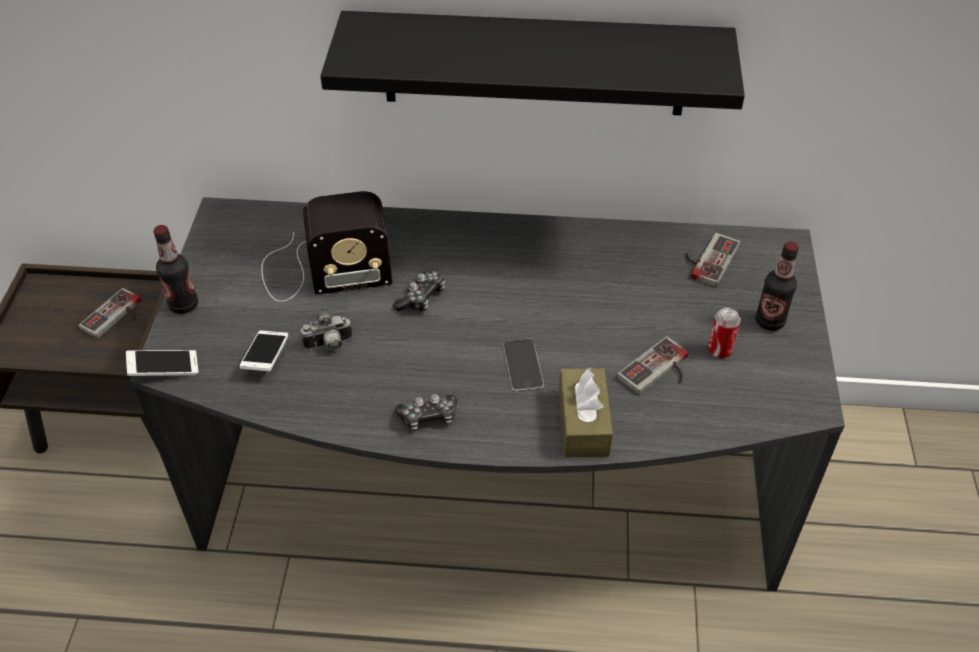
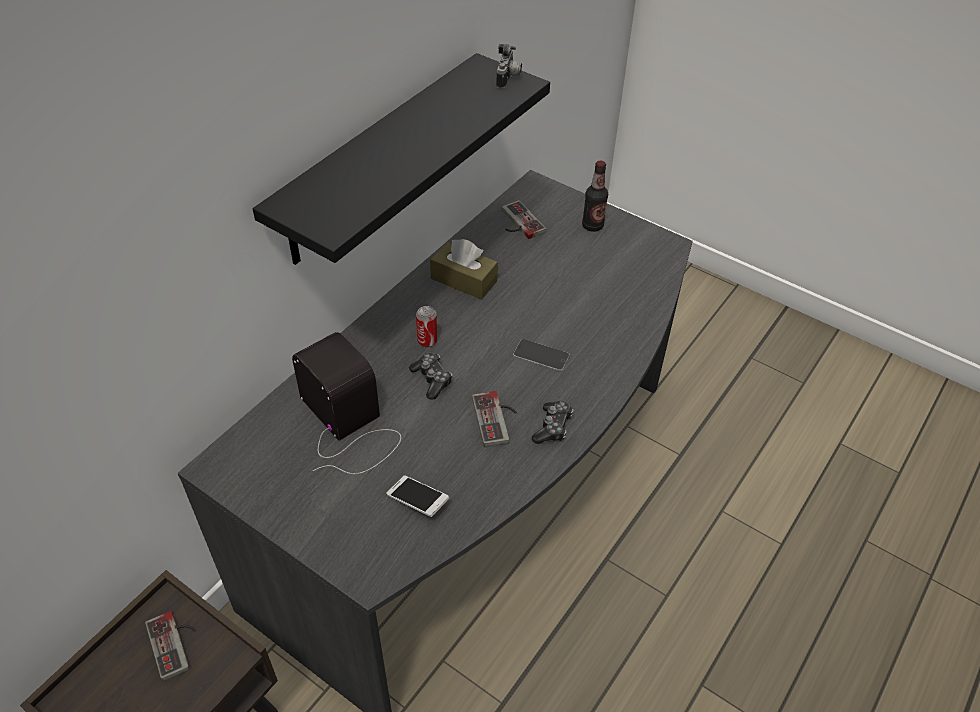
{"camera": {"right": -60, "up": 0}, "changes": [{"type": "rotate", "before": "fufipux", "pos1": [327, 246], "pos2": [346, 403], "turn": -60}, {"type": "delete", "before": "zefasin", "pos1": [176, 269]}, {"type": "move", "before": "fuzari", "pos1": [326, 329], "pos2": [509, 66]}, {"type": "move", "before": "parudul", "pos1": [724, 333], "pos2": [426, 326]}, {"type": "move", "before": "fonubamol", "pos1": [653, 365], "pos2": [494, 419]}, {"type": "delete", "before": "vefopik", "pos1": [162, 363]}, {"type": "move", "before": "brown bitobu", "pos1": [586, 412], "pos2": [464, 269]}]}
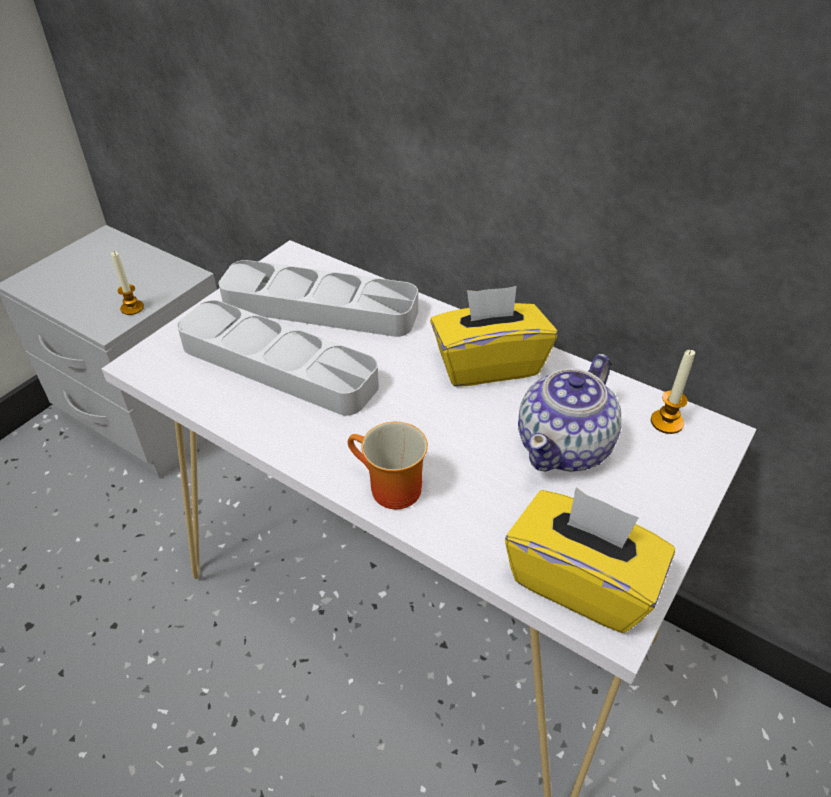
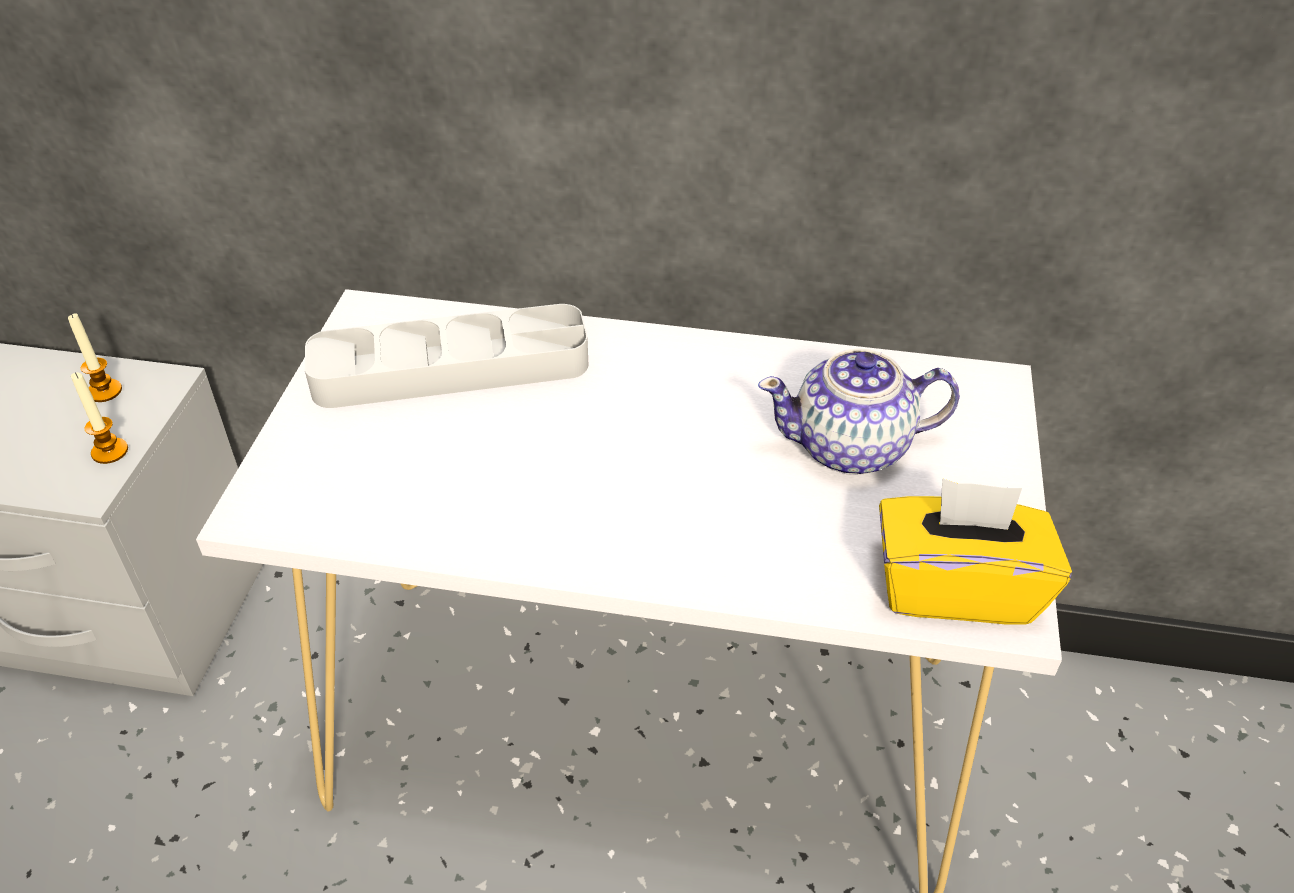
{"camera": {"right": -25, "up": 0}, "changes": [{"type": "delete", "before": "yellow bitobu", "pos1": [493, 336]}, {"type": "delete", "before": "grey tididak", "pos1": [278, 358]}, {"type": "move", "before": "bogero", "pos1": [673, 392], "pos2": [95, 357]}, {"type": "rotate", "before": "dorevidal", "pos1": [570, 413], "pos2": [859, 411], "turn": 75}, {"type": "delete", "before": "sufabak", "pos1": [388, 465]}]}
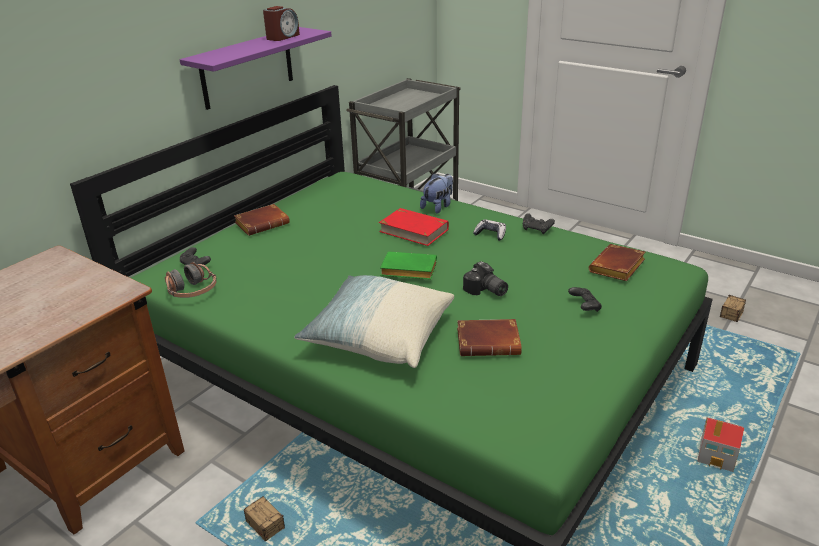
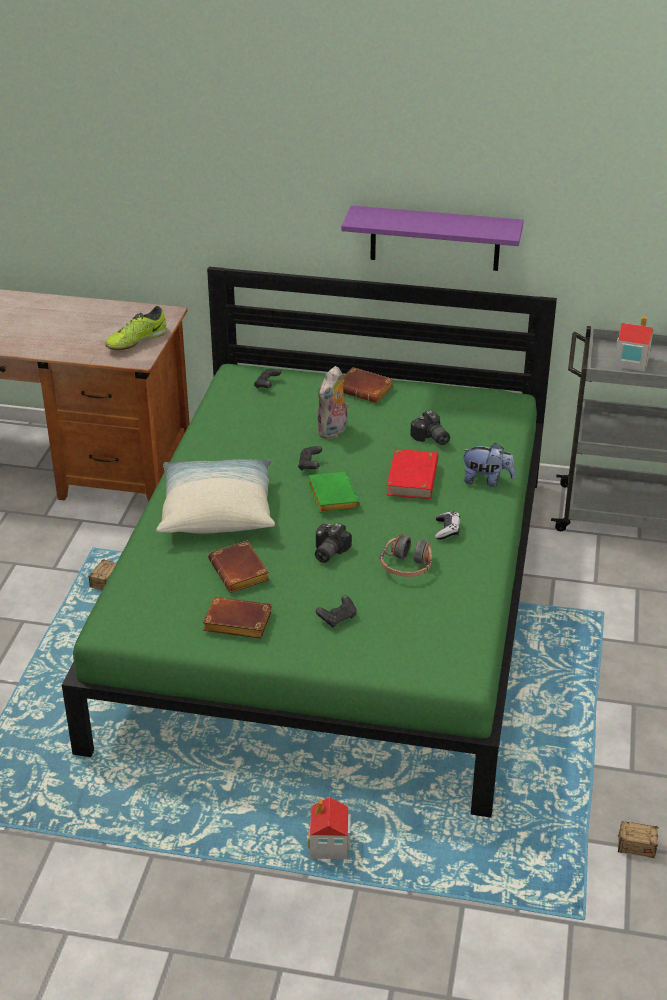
{"camera": {"right": 65, "up": 5}, "changes": [{"type": "delete", "before": "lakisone", "pos1": [281, 23]}, {"type": "move", "before": "black fonubamol", "pos1": [539, 223], "pos2": [310, 458]}, {"type": "move", "before": "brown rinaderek", "pos1": [617, 262], "pos2": [237, 617]}, {"type": "move", "before": "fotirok", "pos1": [191, 280], "pos2": [406, 555]}, {"type": "insert", "after": "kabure", "pos2": [136, 328]}, {"type": "insert", "after": "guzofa", "pos2": [633, 344]}, {"type": "insert", "after": "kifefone", "pos2": [333, 402]}, {"type": "insert", "after": "fuzari", "pos2": [430, 427]}]}
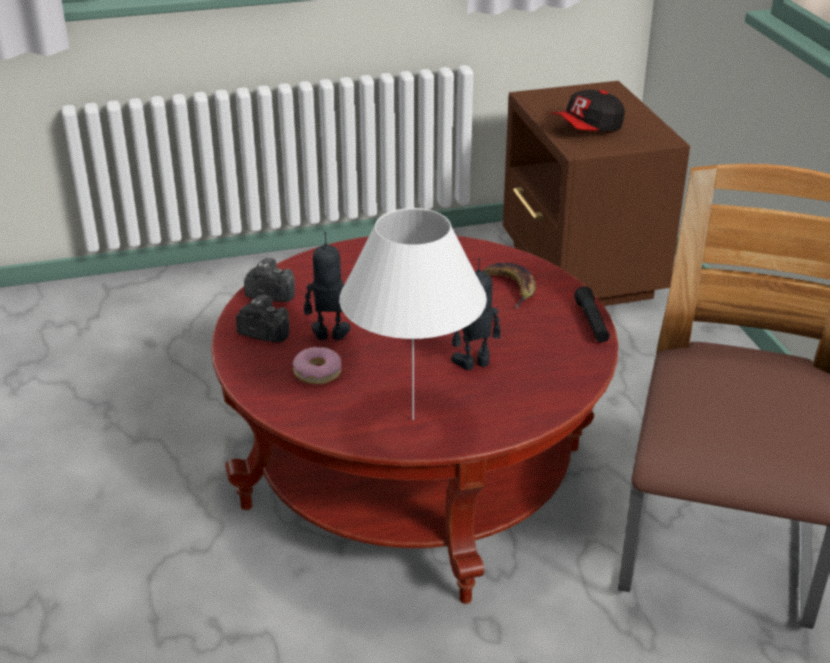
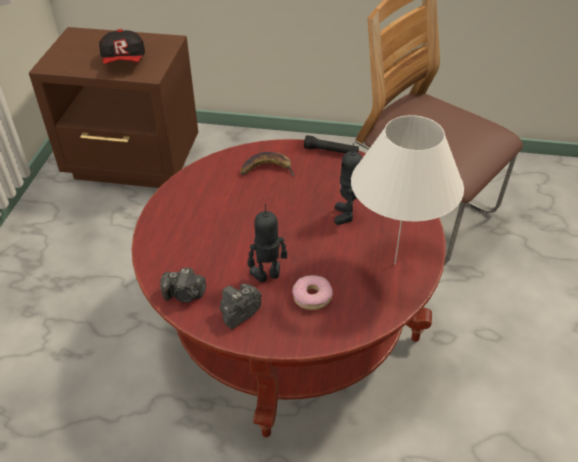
{"camera": {"right": -65, "up": 10}, "changes": [{"type": "rotate", "before": "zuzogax", "pos1": [327, 286], "pos2": [267, 243], "turn": 45}, {"type": "rotate", "before": "fuzari", "pos1": [269, 280], "pos2": [183, 285], "turn": -120}]}
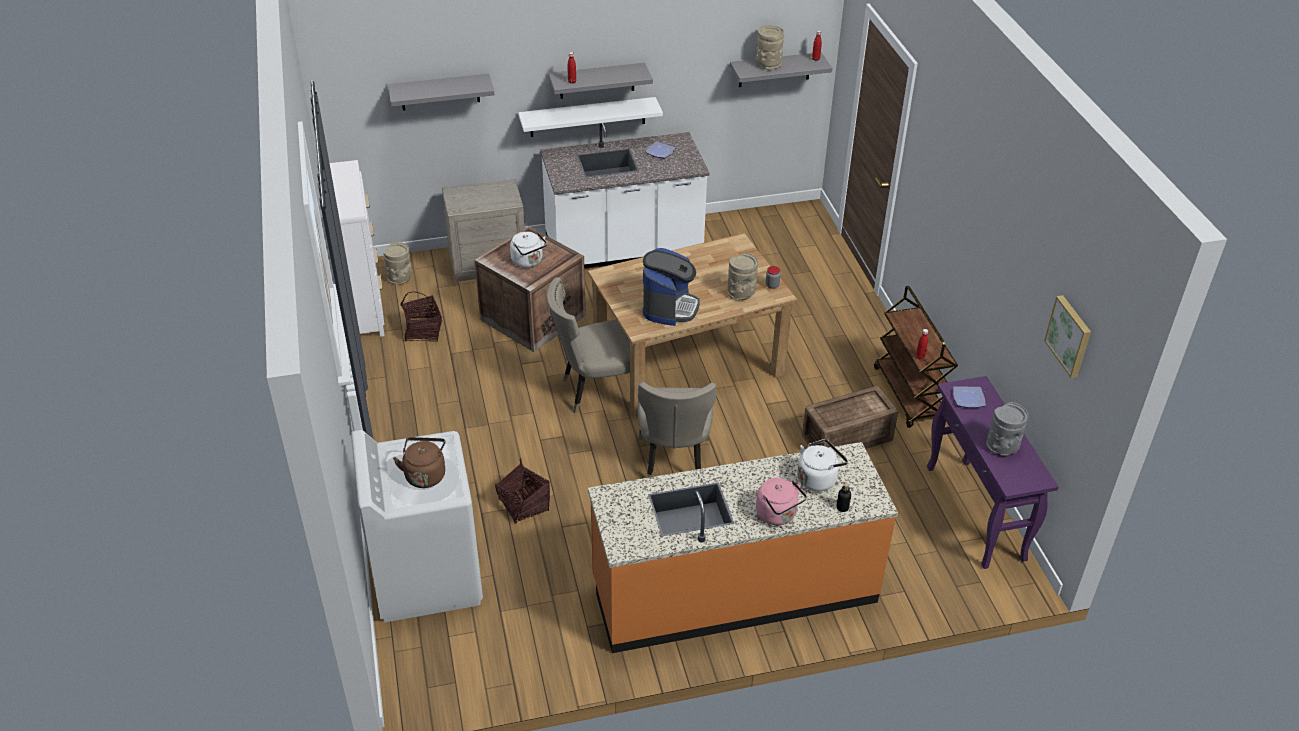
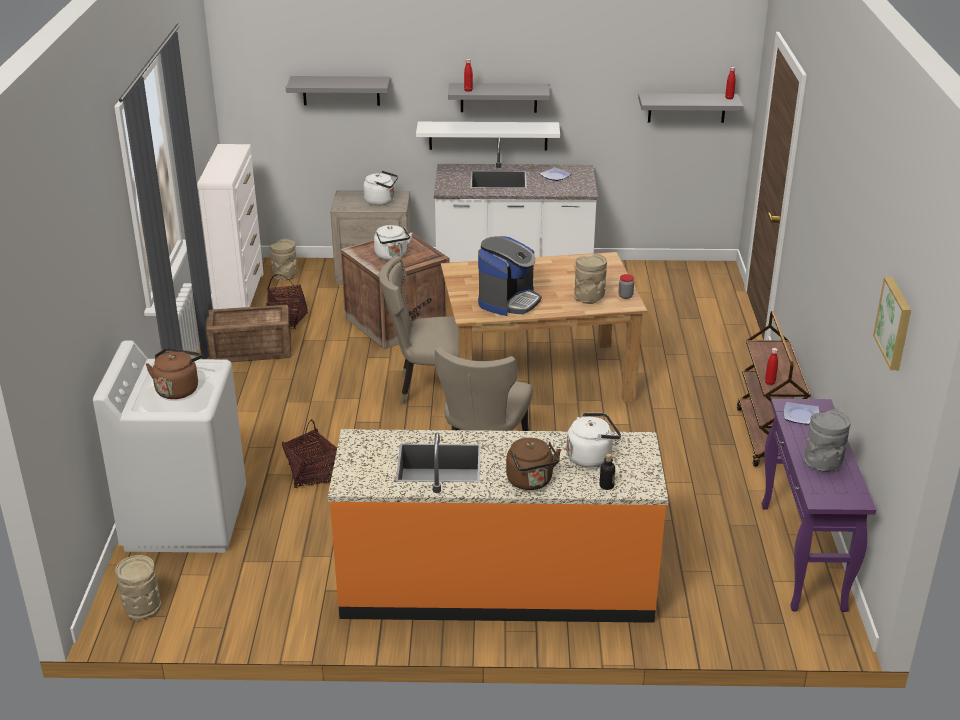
{"camera": {"right": 15, "up": -10}, "changes": [{"type": "move", "before": "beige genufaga", "pos1": [770, 48], "pos2": [138, 588]}, {"type": "move", "before": "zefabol", "pos1": [850, 417], "pos2": [249, 333]}, {"type": "recolor", "before": "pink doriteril", "after": "brown doriteril", "pos1": [781, 501], "pos2": [533, 464]}, {"type": "insert", "after": "white doriteril", "pos2": [380, 188]}]}
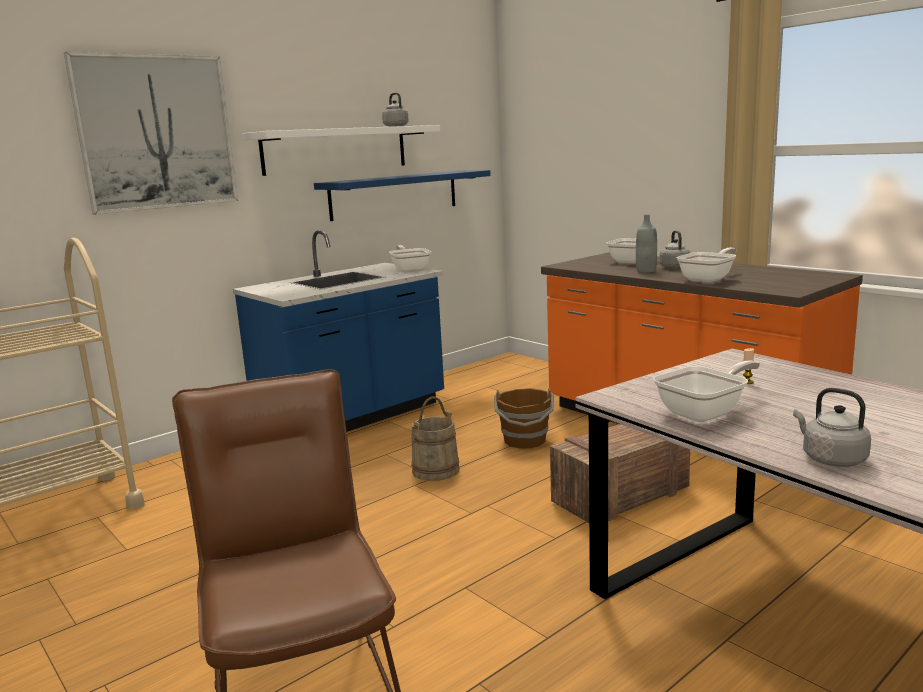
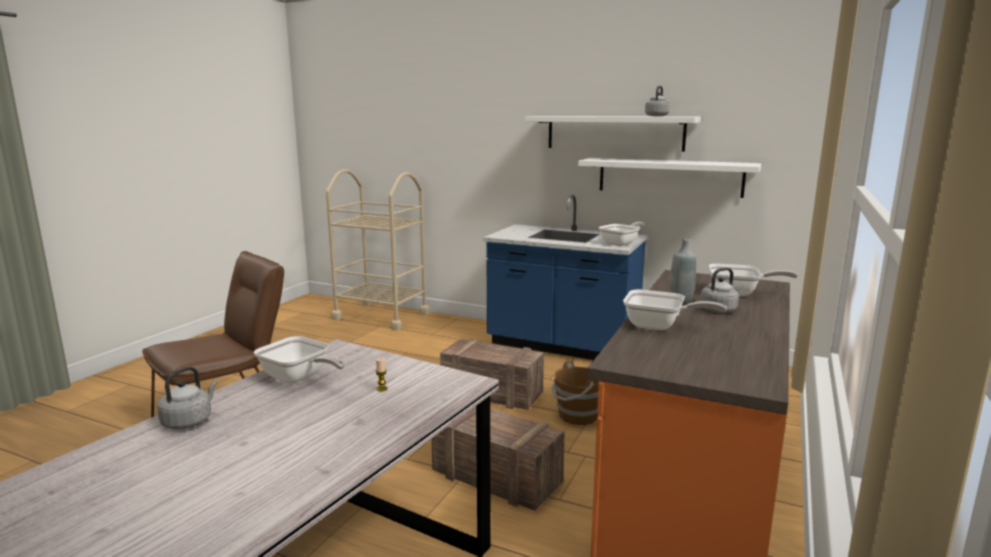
{"camera": {"right": 65, "up": 0}, "changes": [{"type": "delete", "before": "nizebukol", "pos1": [151, 133]}, {"type": "recolor", "before": "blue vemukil", "after": "white vemukil", "pos1": [402, 195], "pos2": [669, 178]}, {"type": "replace", "before": "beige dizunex", "after": "zefabol", "pos1": [435, 439], "pos2": [492, 374]}]}
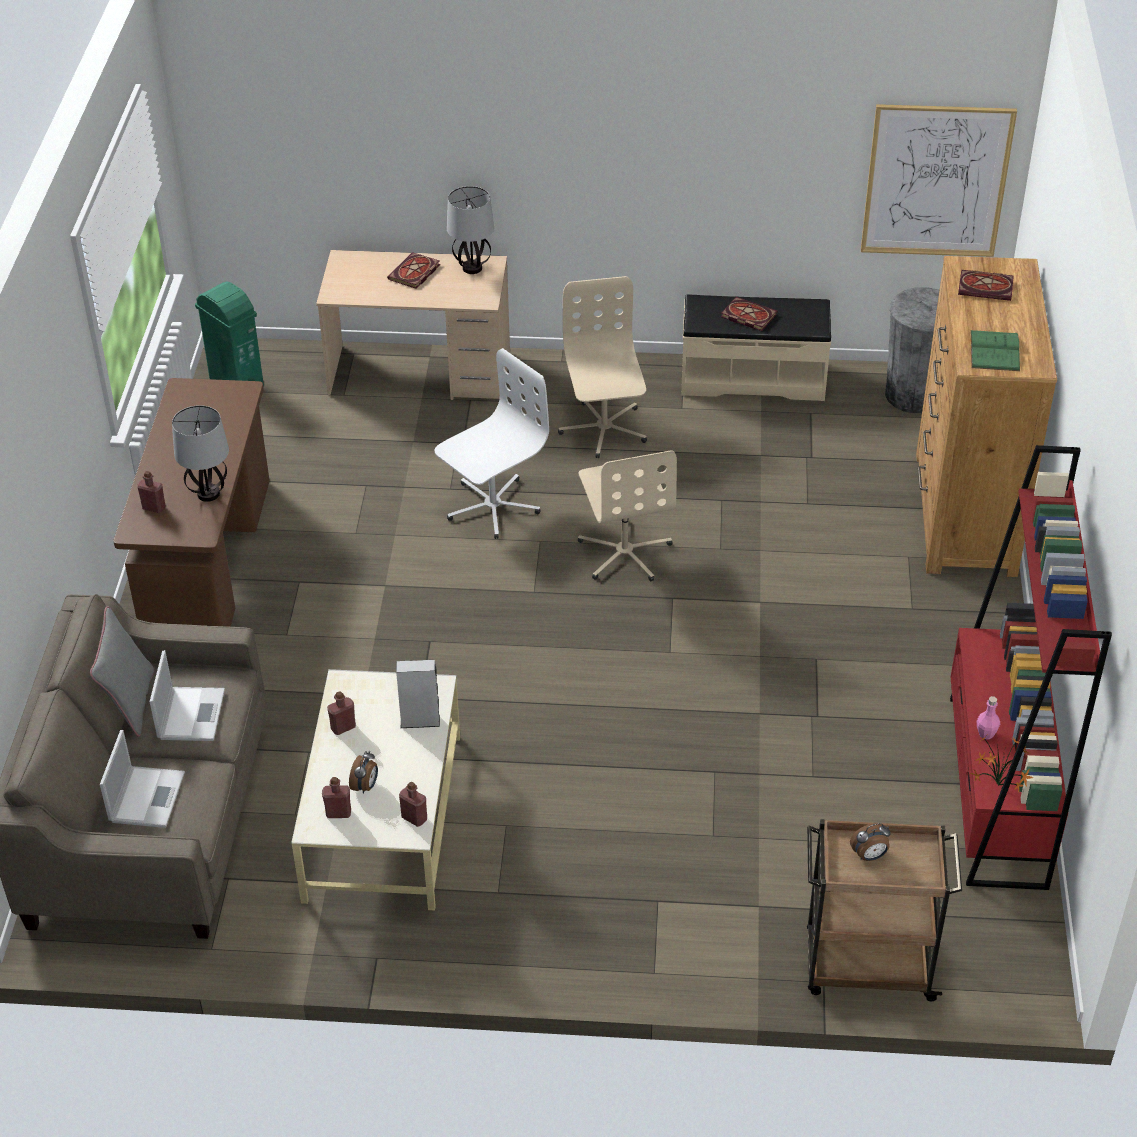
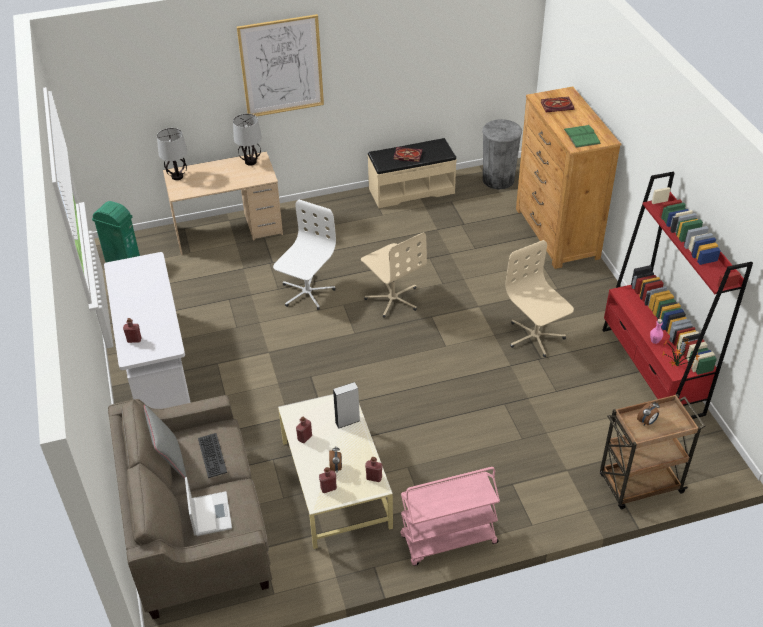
{"camera": {"right": -20, "up": 0}, "changes": [{"type": "move", "before": "nizebukol", "pos1": [939, 180], "pos2": [280, 65]}, {"type": "delete", "before": "rinaderek", "pos1": [413, 270]}, {"type": "move", "before": "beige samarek", "pos1": [602, 367], "pos2": [539, 298]}, {"type": "recolor", "before": "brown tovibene", "after": "white tovibene", "pos1": [191, 502], "pos2": [147, 330]}, {"type": "move", "before": "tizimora", "pos1": [200, 453], "pos2": [172, 154]}, {"type": "replace", "before": "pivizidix", "after": "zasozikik", "pos1": [187, 695], "pos2": [212, 455]}, {"type": "insert", "after": "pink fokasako", "pos2": [450, 516]}]}
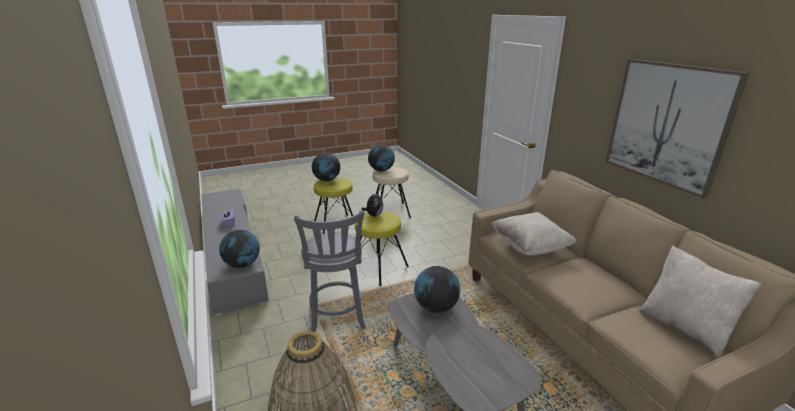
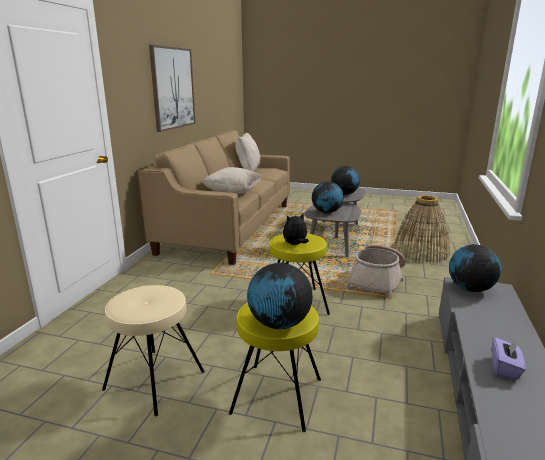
{"camera": {"right": -140, "up": -5}, "changes": [{"type": "move", "before": "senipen", "pos1": [381, 158], "pos2": [345, 180]}, {"type": "replace", "before": "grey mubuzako", "after": "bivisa", "pos1": [330, 271], "pos2": [375, 272]}]}
